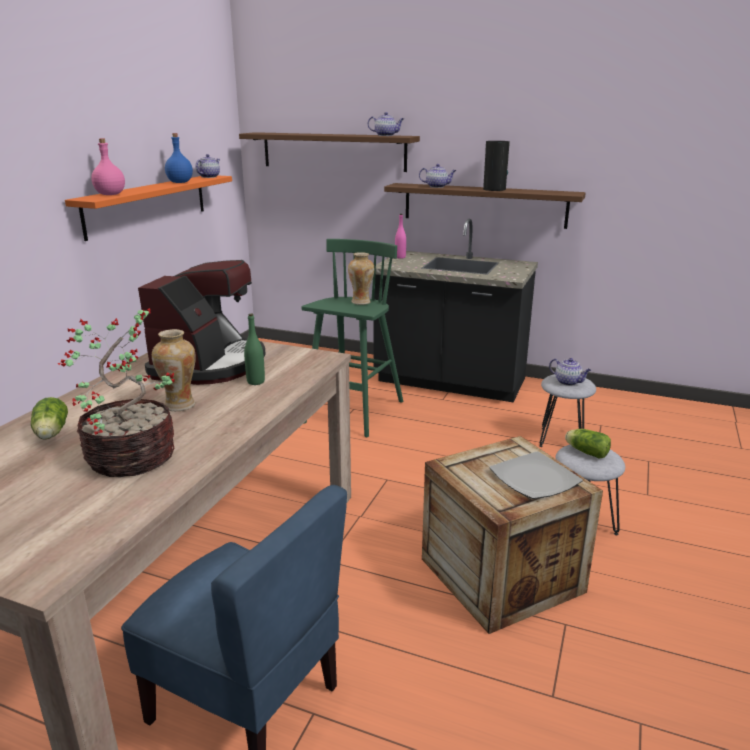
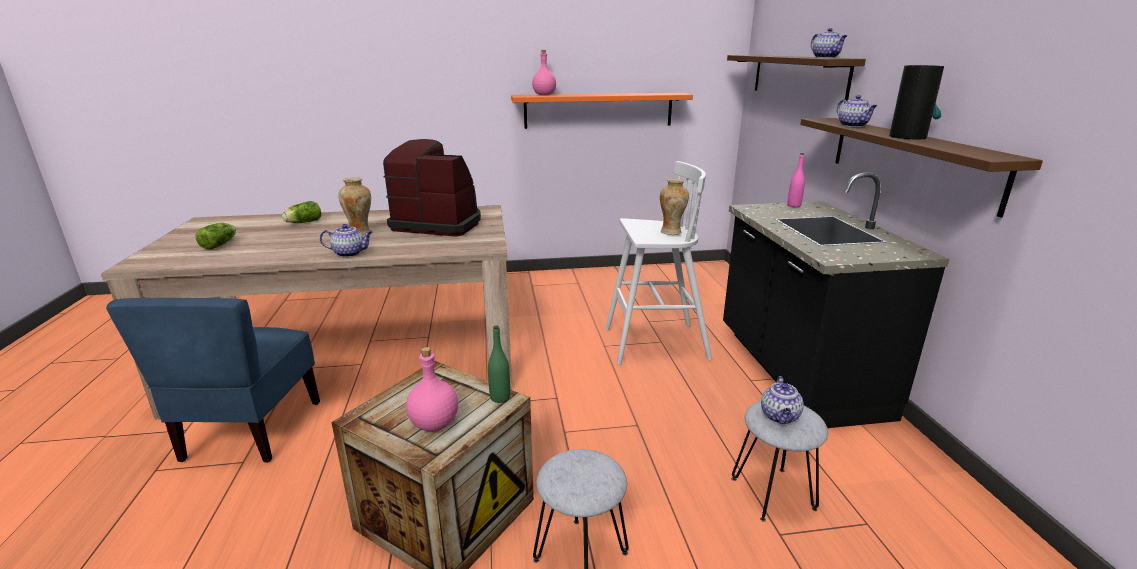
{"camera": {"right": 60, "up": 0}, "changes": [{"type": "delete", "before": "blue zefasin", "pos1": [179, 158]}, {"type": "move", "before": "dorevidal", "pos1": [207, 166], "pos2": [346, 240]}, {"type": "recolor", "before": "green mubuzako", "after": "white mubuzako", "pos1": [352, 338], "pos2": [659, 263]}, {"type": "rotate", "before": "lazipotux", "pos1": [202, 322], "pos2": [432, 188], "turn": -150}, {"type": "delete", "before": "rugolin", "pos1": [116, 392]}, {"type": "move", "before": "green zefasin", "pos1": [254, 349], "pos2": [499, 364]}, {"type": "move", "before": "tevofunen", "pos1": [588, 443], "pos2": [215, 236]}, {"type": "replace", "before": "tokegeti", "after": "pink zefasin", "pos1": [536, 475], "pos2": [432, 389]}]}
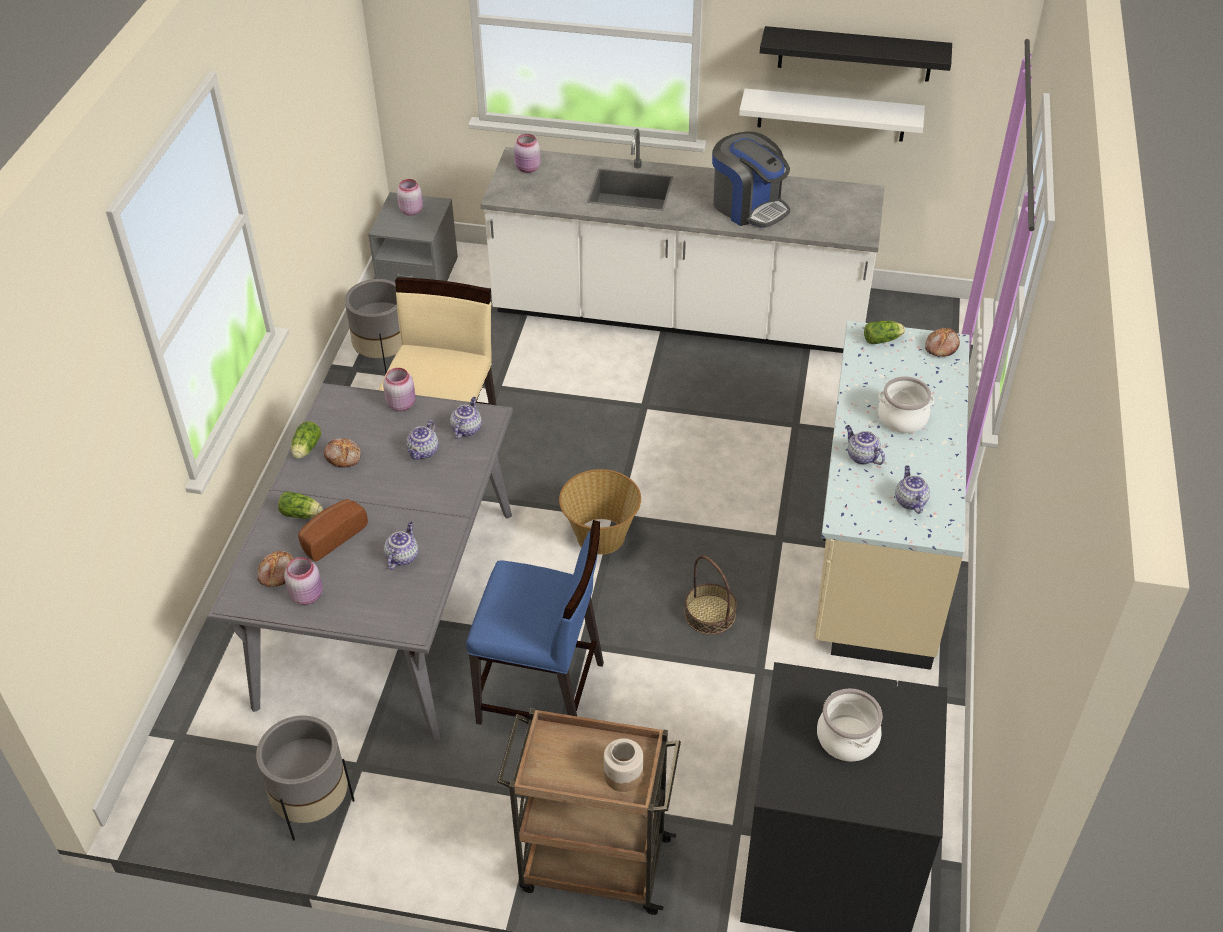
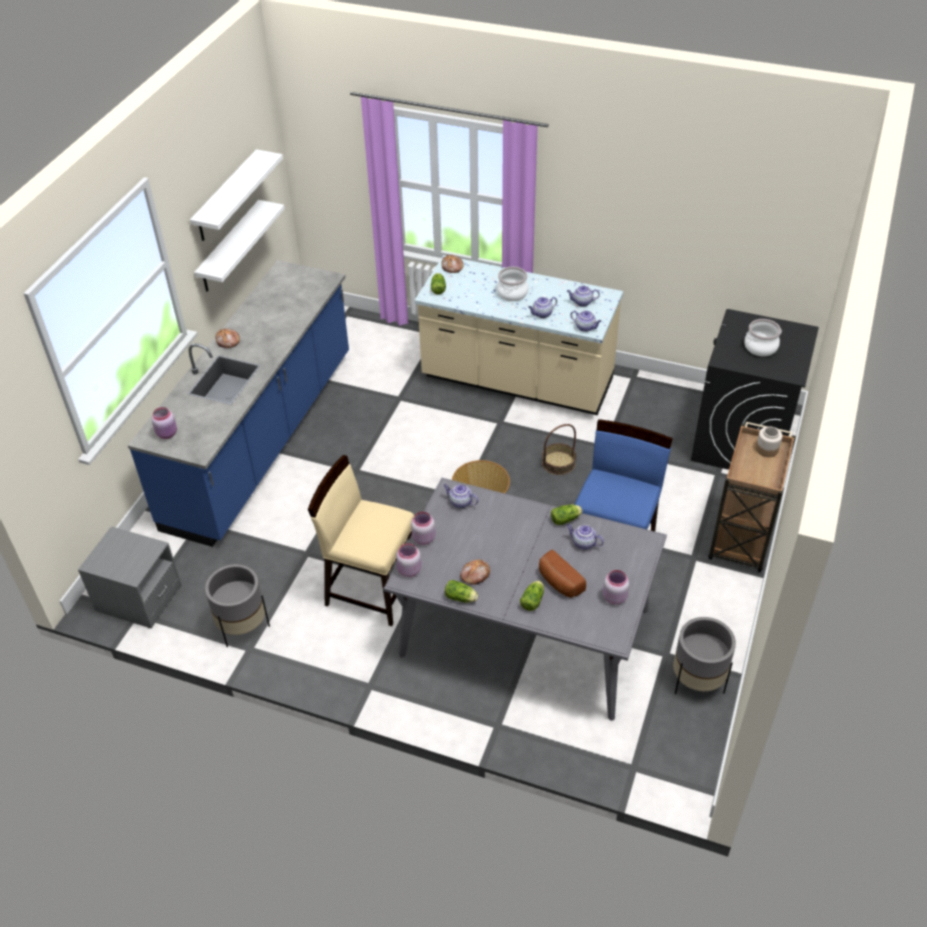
{"camera": {"right": -80, "up": 0}, "changes": [{"type": "recolor", "before": "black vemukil", "after": "white vemukil", "pos1": [856, 54], "pos2": [236, 195]}, {"type": "recolor", "before": "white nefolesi", "after": "blue nefolesi", "pos1": [683, 241], "pos2": [238, 403]}, {"type": "delete", "before": "lazipotux", "pos1": [751, 179]}, {"type": "move", "before": "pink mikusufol", "pos1": [410, 197], "pos2": [408, 560]}, {"type": "move", "before": "dorevidal", "pos1": [422, 440], "pos2": [585, 321]}, {"type": "move", "before": "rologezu", "pos1": [275, 568], "pos2": [227, 338]}, {"type": "insert", "after": "tevofunen", "pos2": [567, 514]}]}
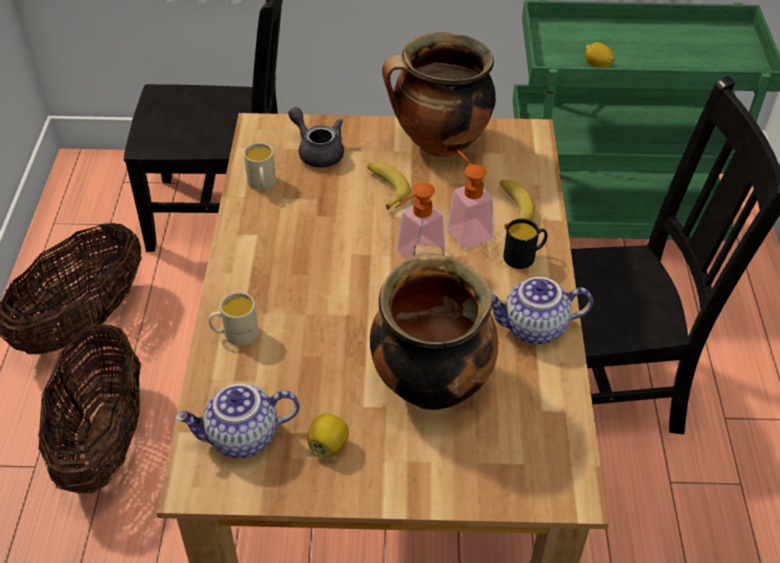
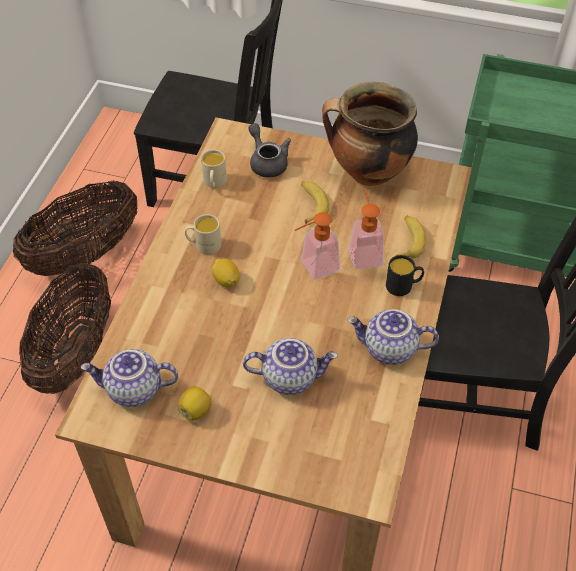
{"camera": {"right": 15, "up": 5}, "changes": [{"type": "move", "before": "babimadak", "pos1": [600, 55], "pos2": [226, 273]}, {"type": "replace", "before": "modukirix", "after": "dorevidal", "pos1": [434, 327], "pos2": [290, 366]}, {"type": "move", "before": "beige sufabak", "pos1": [234, 319], "pos2": [203, 234]}]}
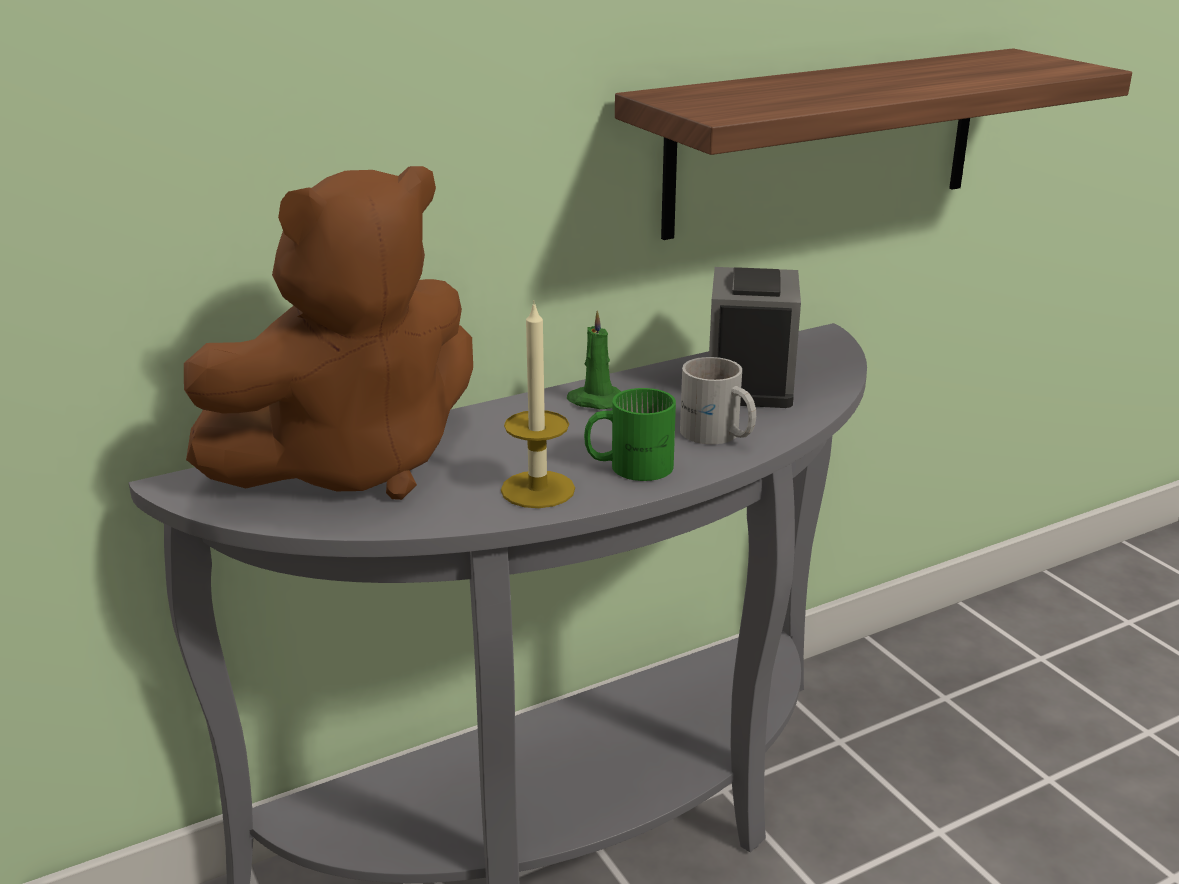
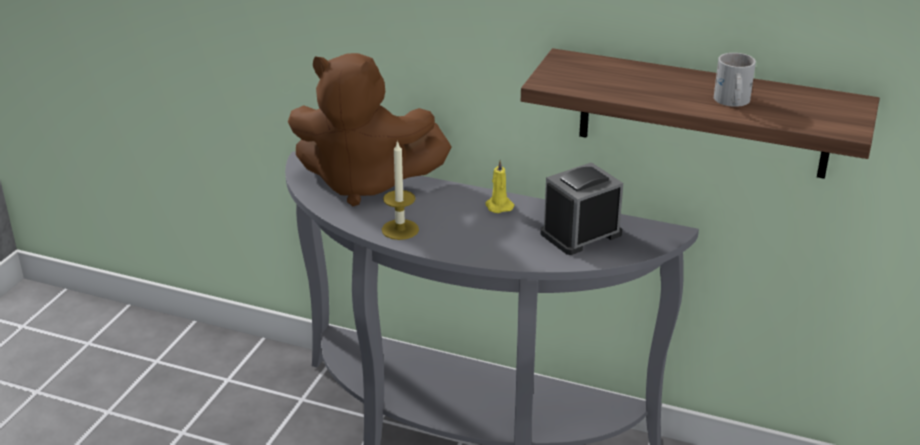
{"camera": {"right": 50, "up": 5}, "changes": [{"type": "recolor", "before": "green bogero", "after": "yellow bogero", "pos1": [594, 360], "pos2": [499, 186]}, {"type": "move", "before": "white sufabak", "pos1": [718, 400], "pos2": [735, 80]}, {"type": "delete", "before": "green sufabak", "pos1": [630, 434]}]}
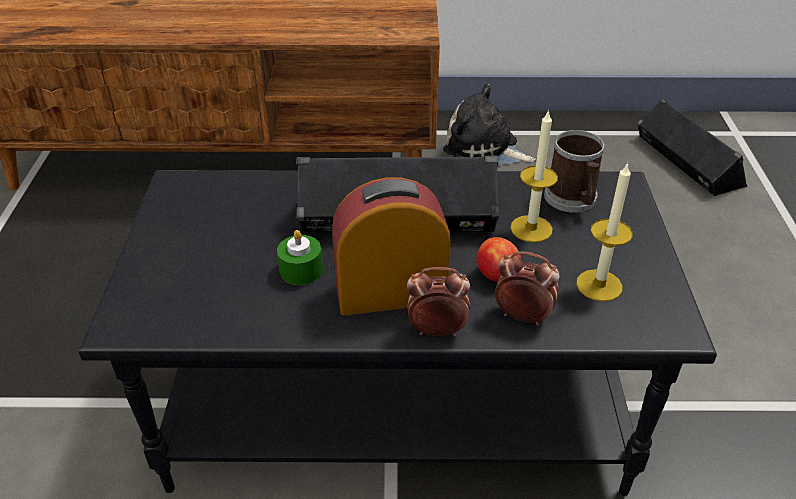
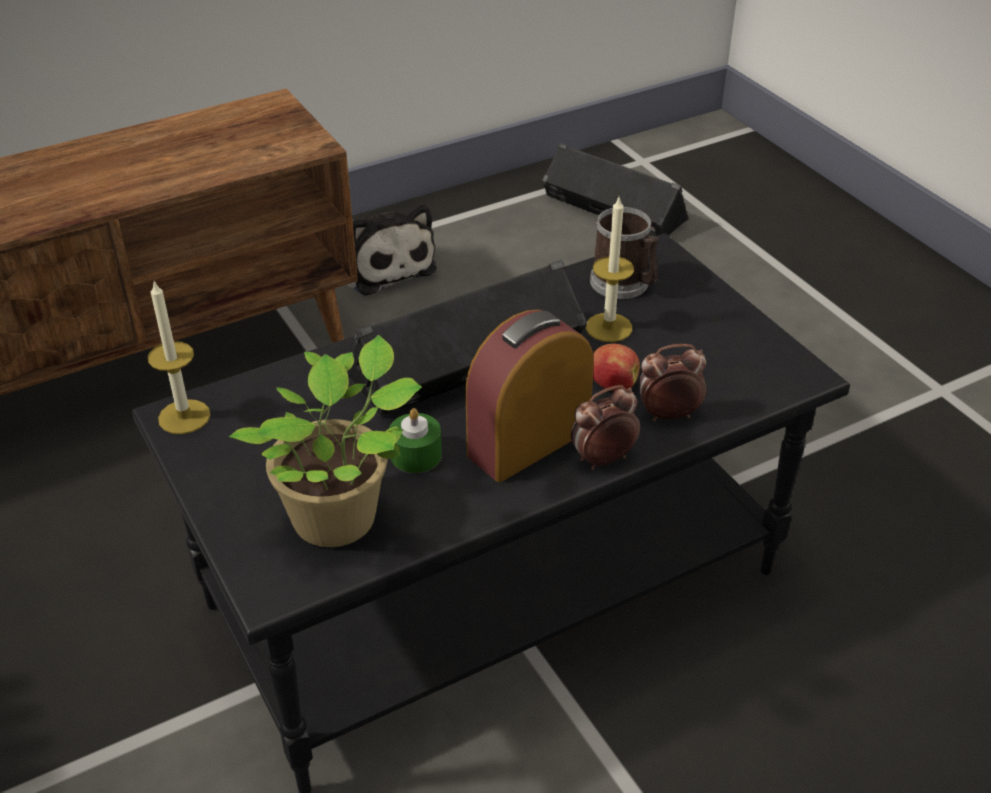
{"camera": {"right": -30, "up": 0}, "changes": [{"type": "rotate", "before": "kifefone", "pos1": [489, 125], "pos2": [392, 250], "turn": -120}, {"type": "move", "before": "bogero", "pos1": [604, 232], "pos2": [179, 357]}, {"type": "insert", "after": "rugolin", "pos2": [325, 441]}]}
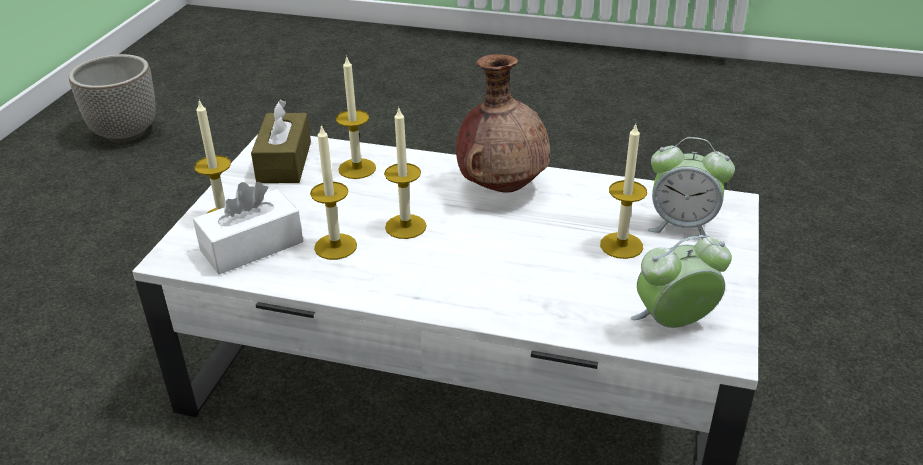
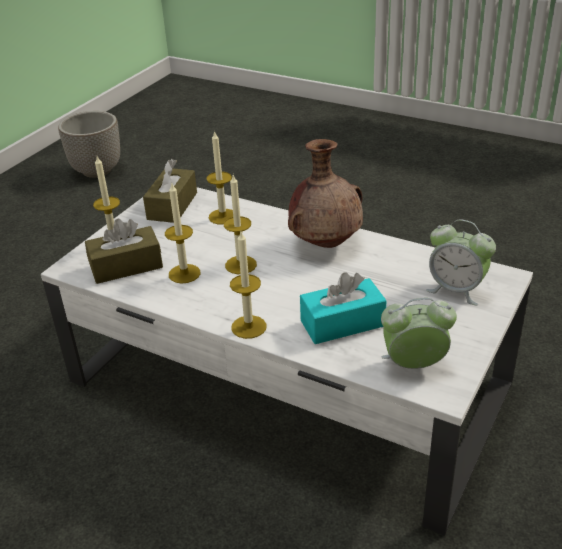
{"camera": {"right": 15, "up": 0}, "changes": [{"type": "move", "before": "bogero", "pos1": [623, 191], "pos2": [248, 285]}, {"type": "recolor", "before": "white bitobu", "after": "brown bitobu", "pos1": [248, 228], "pos2": [124, 251]}, {"type": "insert", "after": "turquoise bitobu", "pos2": [343, 308]}]}
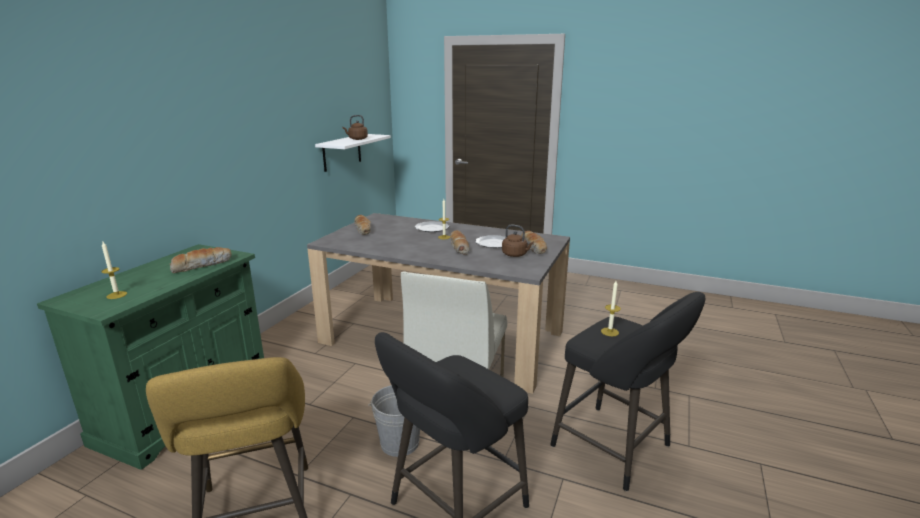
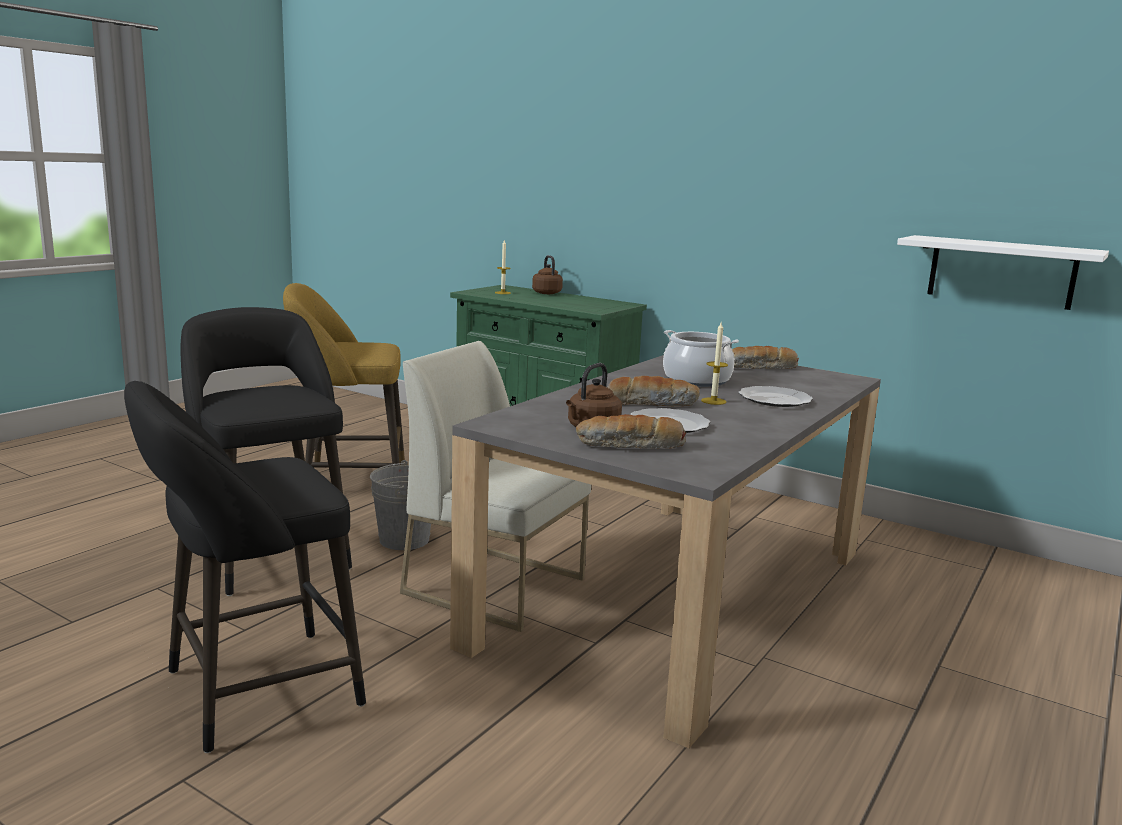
{"camera": {"right": 100, "up": -5}, "changes": [{"type": "move", "before": "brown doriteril", "pos1": [355, 127], "pos2": [547, 274]}, {"type": "delete", "before": "rologezu", "pos1": [201, 260]}, {"type": "delete", "before": "bogero", "pos1": [611, 309]}, {"type": "insert", "after": "modukirix", "pos2": [701, 358]}]}
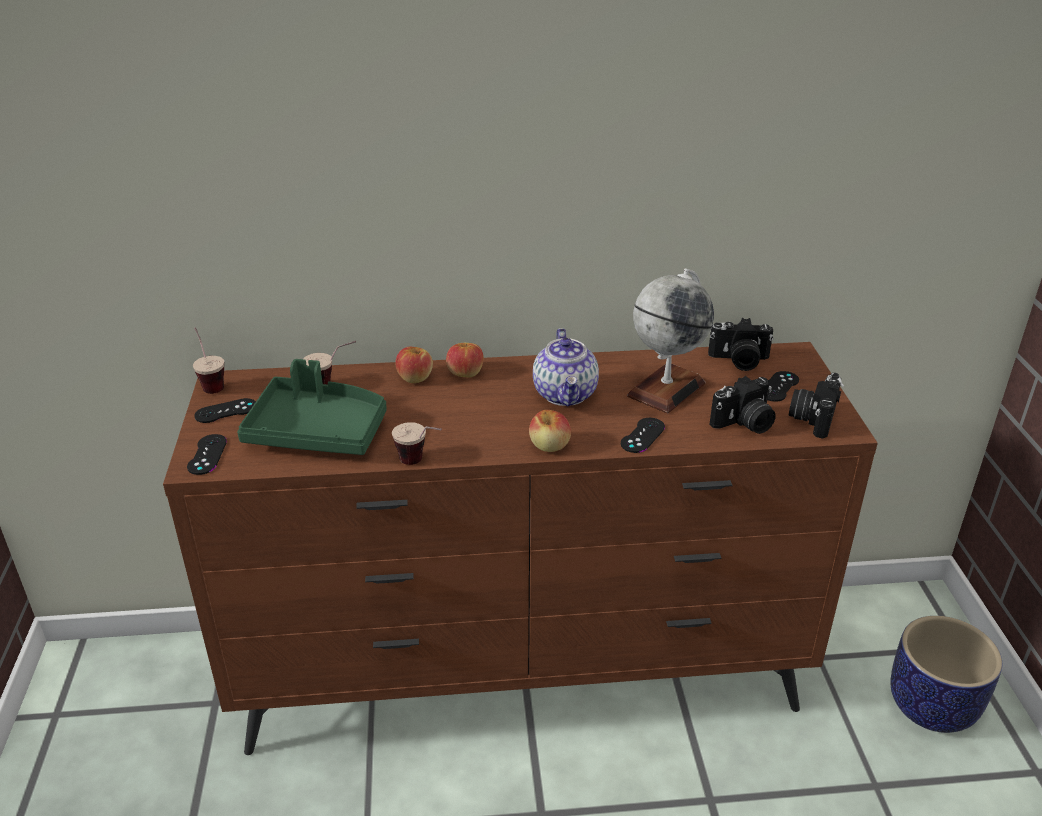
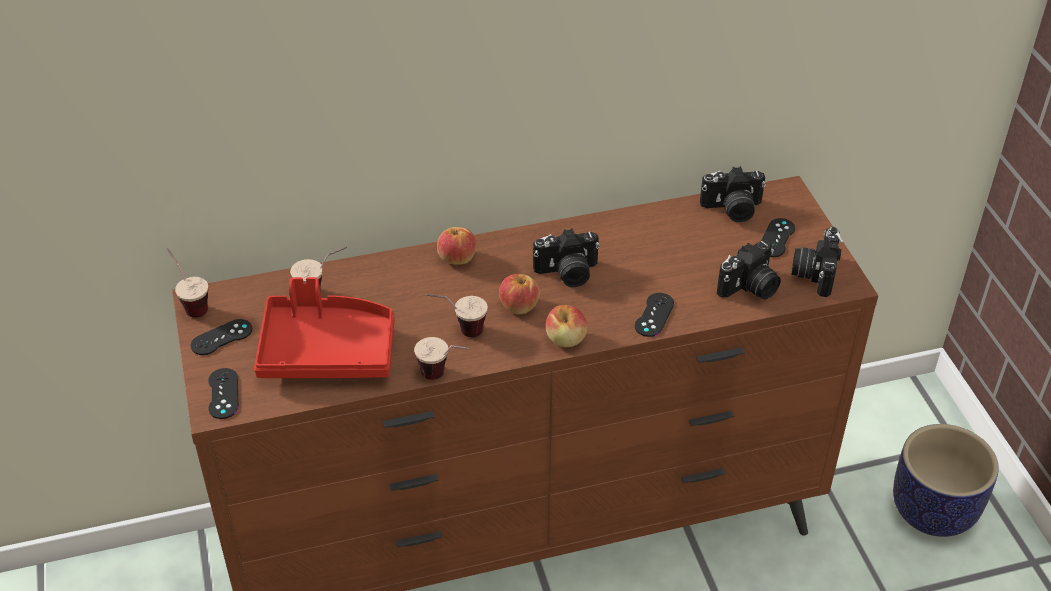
{"camera": {"right": -10, "up": 10}, "changes": [{"type": "delete", "before": "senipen", "pos1": [670, 340]}, {"type": "replace", "before": "dorevidal", "after": "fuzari", "pos1": [566, 367], "pos2": [566, 257]}, {"type": "move", "before": "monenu", "pos1": [414, 365], "pos2": [519, 294]}, {"type": "recolor", "before": "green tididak", "after": "red tididak", "pos1": [312, 407], "pos2": [324, 327]}, {"type": "insert", "after": "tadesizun", "pos2": [457, 315]}]}
